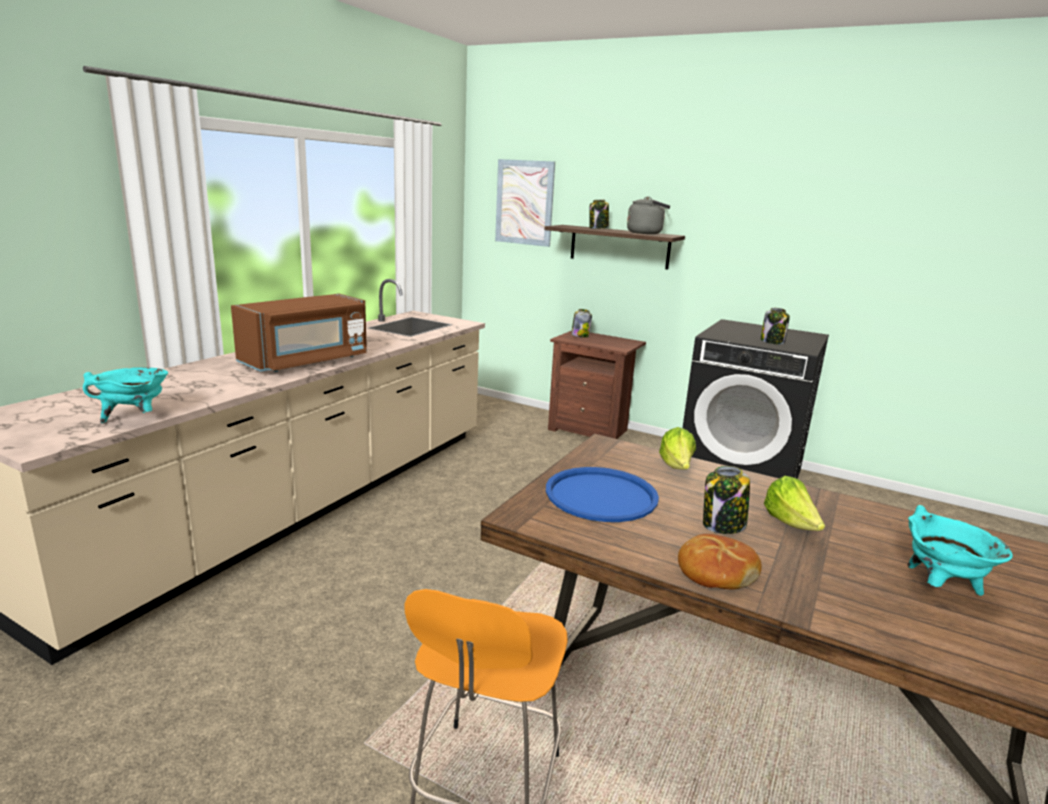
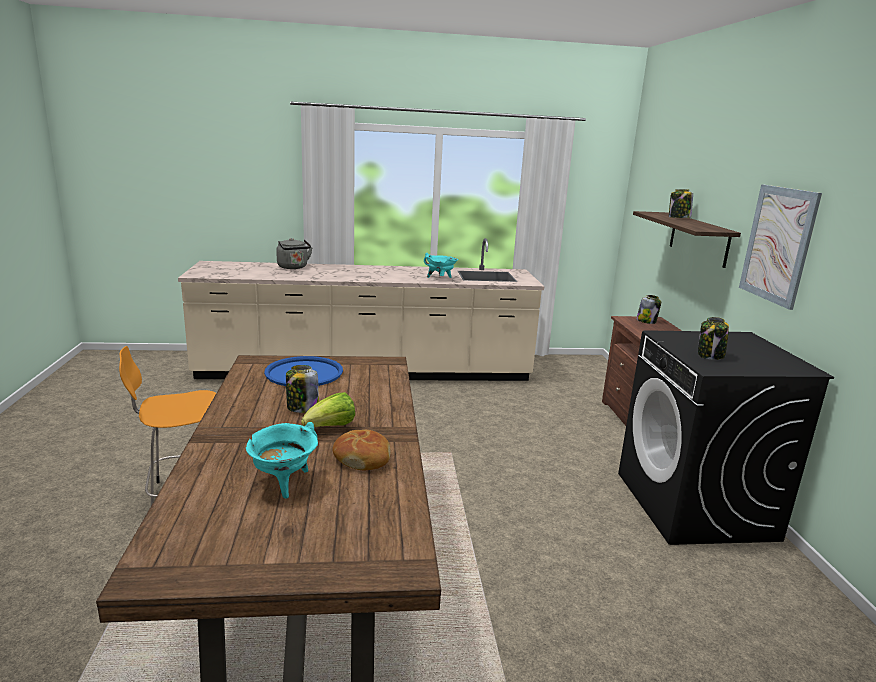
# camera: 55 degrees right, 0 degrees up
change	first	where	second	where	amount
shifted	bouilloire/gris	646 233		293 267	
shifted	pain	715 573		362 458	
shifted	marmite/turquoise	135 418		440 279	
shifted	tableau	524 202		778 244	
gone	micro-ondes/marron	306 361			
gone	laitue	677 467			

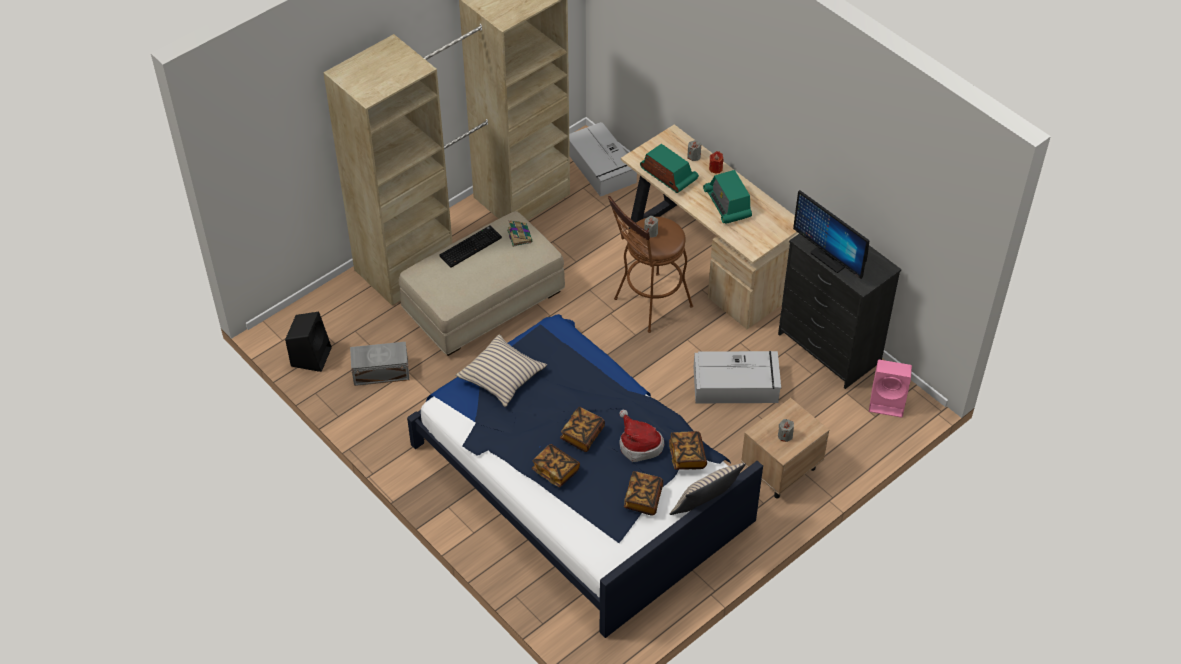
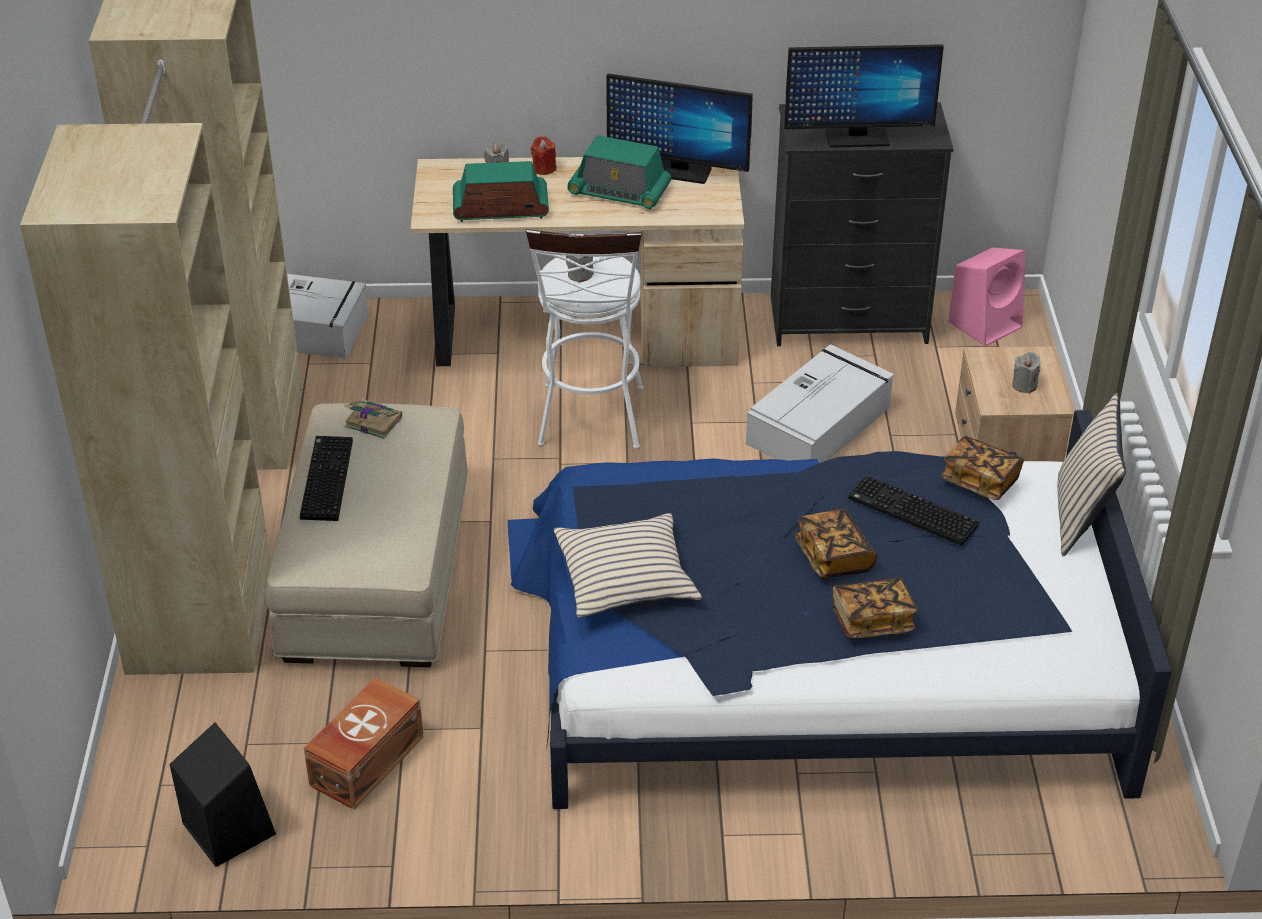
# camera: 50 degrees left, 10 degrees down
change	first	where	second	where	amount
repainted	boîte de rangement/gris	380 371	boîte de rangement/marron	364 761	
repainted	tabouret/marron	648 305	tabouret/blanc	591 423	
new			écran d'ordinateur	679 171	
swapped	chapeau	638 444	clavier	910 513	
gone	livre	643 499			

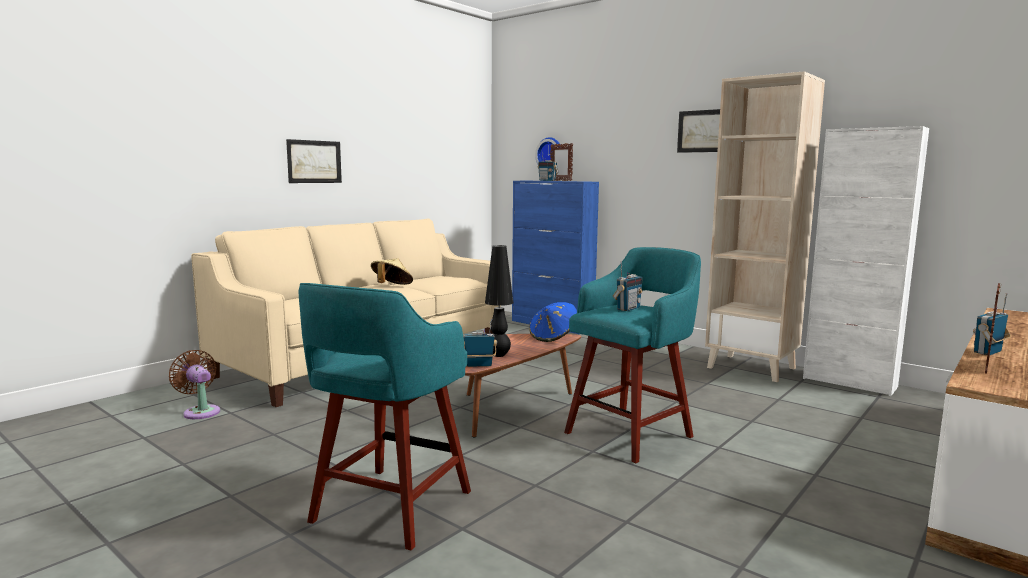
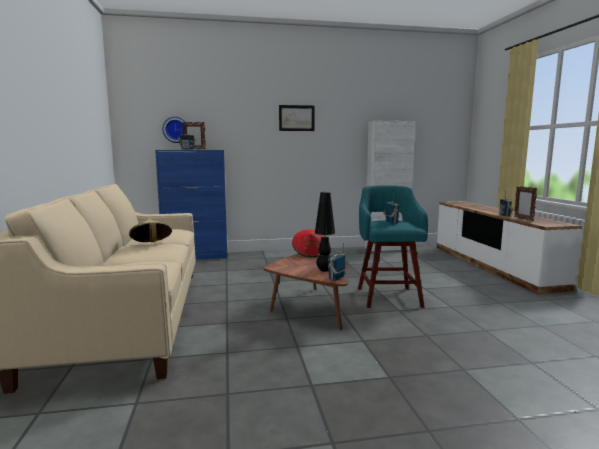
# camera: 50 degrees left, 0 degrees up
change	first	where	second	where	amount
repainted	chapeau/bleu	553 337	chapeau/rouge	309 254	
gone	ventilateur/marron	200 411			
gone	tableau	314 161			
gone	tabouret/turquoise	389 508			
gone	bibliothèque/beige	752 368			

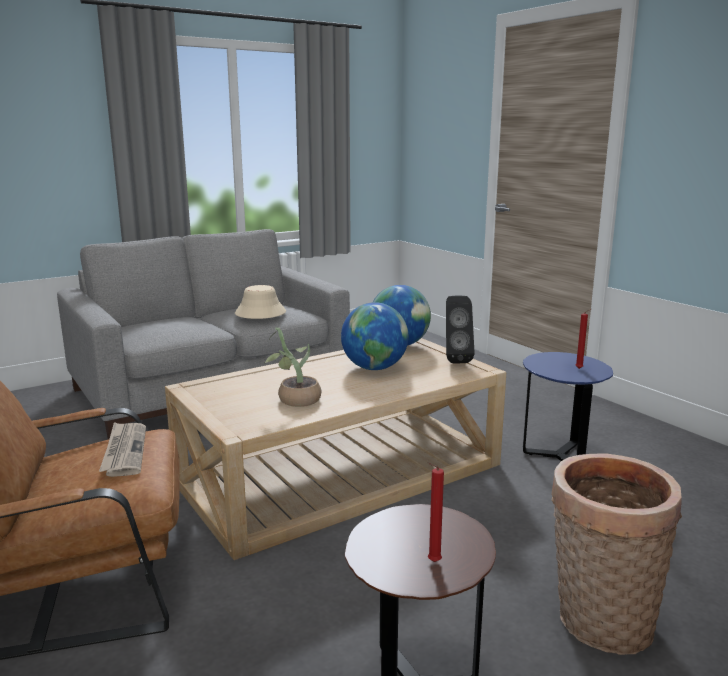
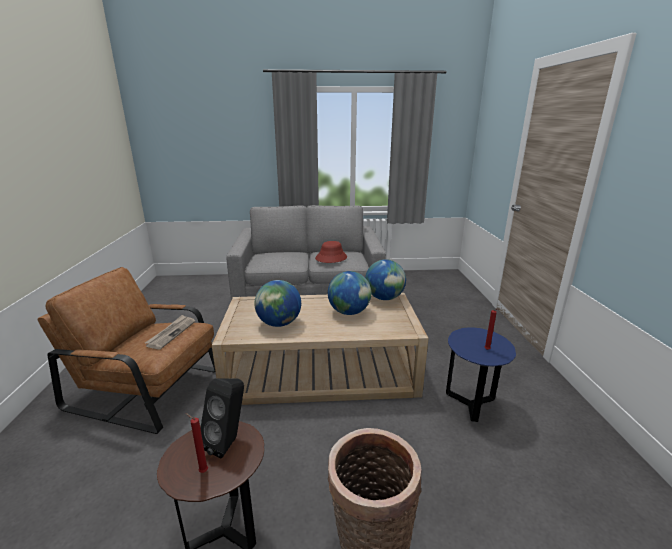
# camera: 30 degrees right, 5 degrees up
change	first	where	second	where	amount
shifted	enceinte/noir	455 359		228 442	
swapped	plante en pot	294 400	globe	279 323	
repainted	chapeau/beige	260 313	chapeau/rouge	331 258	

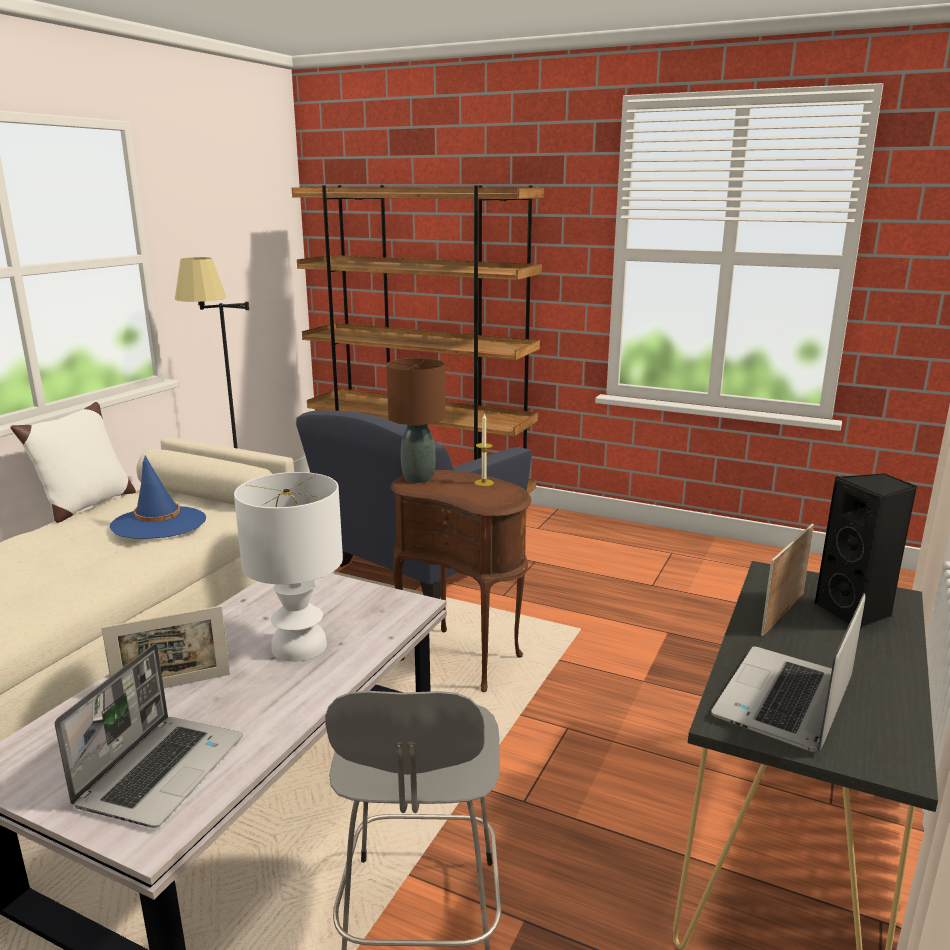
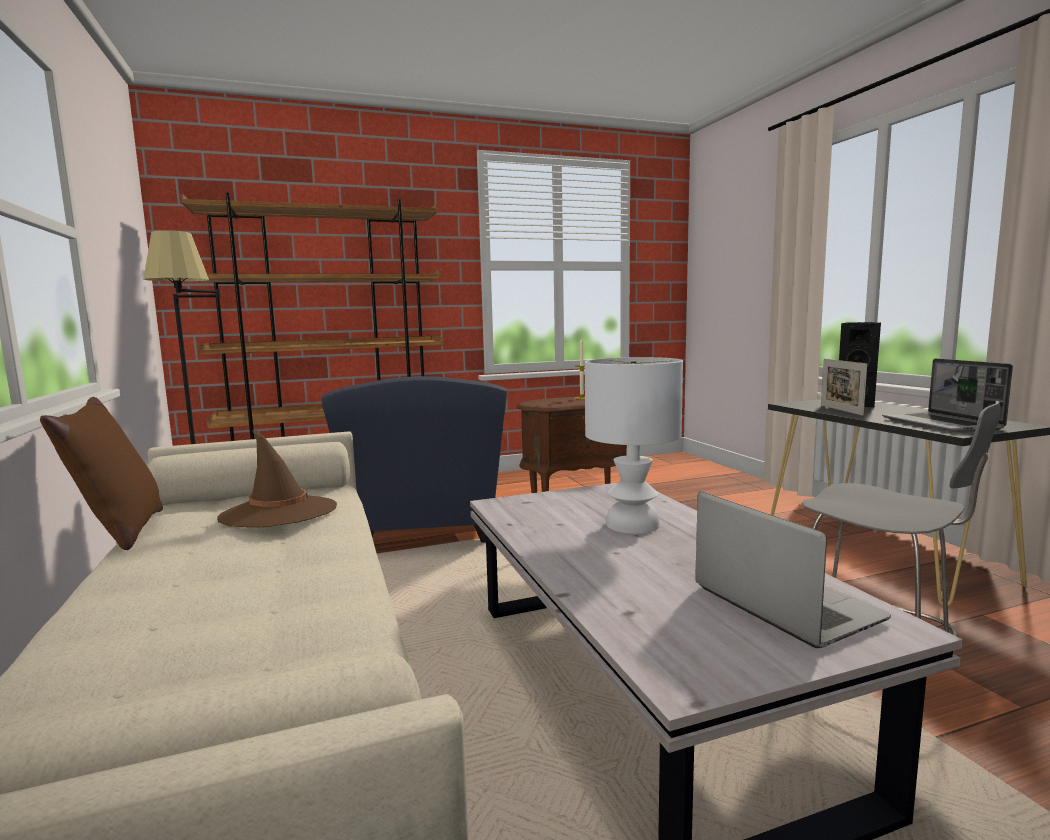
# camera: 45 degrees left, 10 degrees down
change	first	where	second	where	amount
repainted	coussin/blanc	85 505	coussin/marron	121 533	
repainted	chapeau/bleu	159 523	chapeau/marron	279 513	
gone	cadre photo	173 686			
gone	lampe de table/marron	419 478			

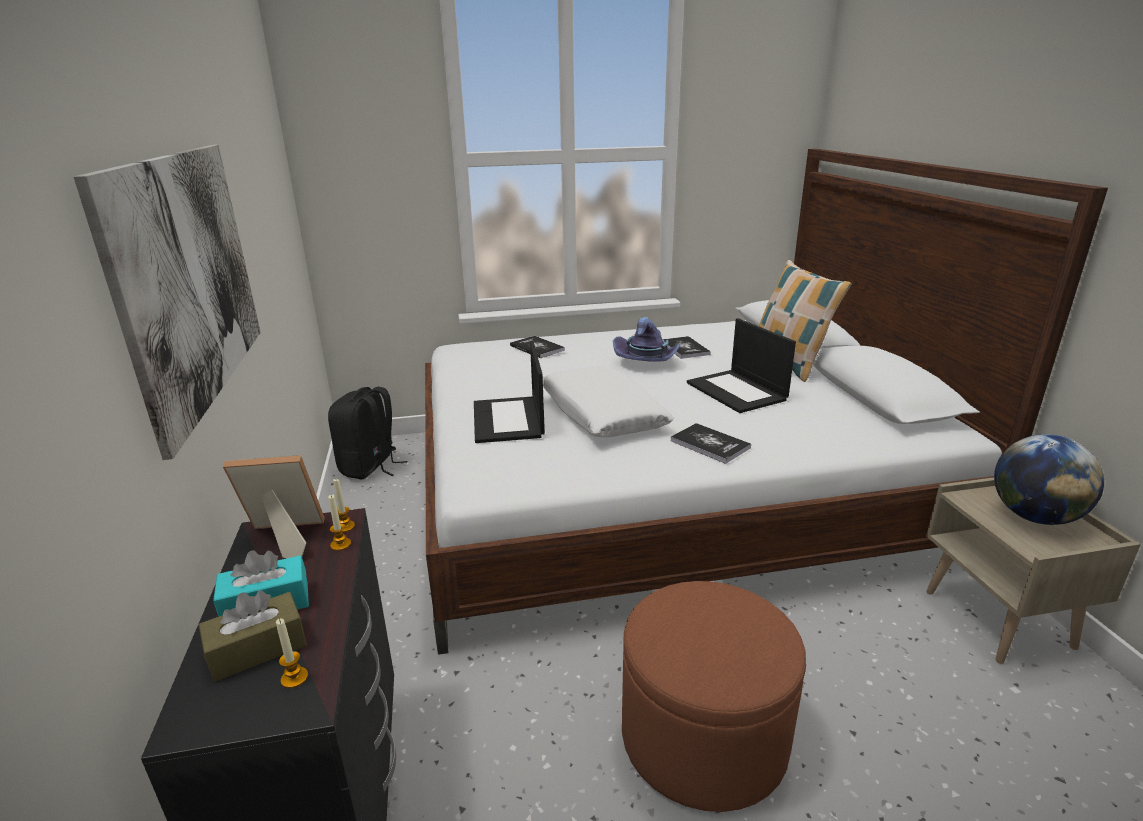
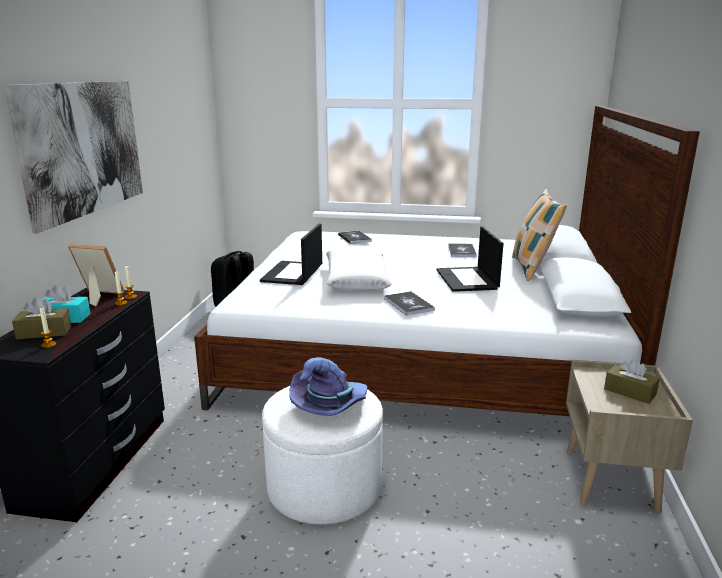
# camera: 20 degrees right, 5 degrees down
change	first	where	second	where	amount
repainted	pouf/marron	703 737	pouf/blanc	324 487	
shifted	chapeau/violet	646 360		330 405	
swapped	globe	1034 517	boîte à mouchoirs/marron	629 392	

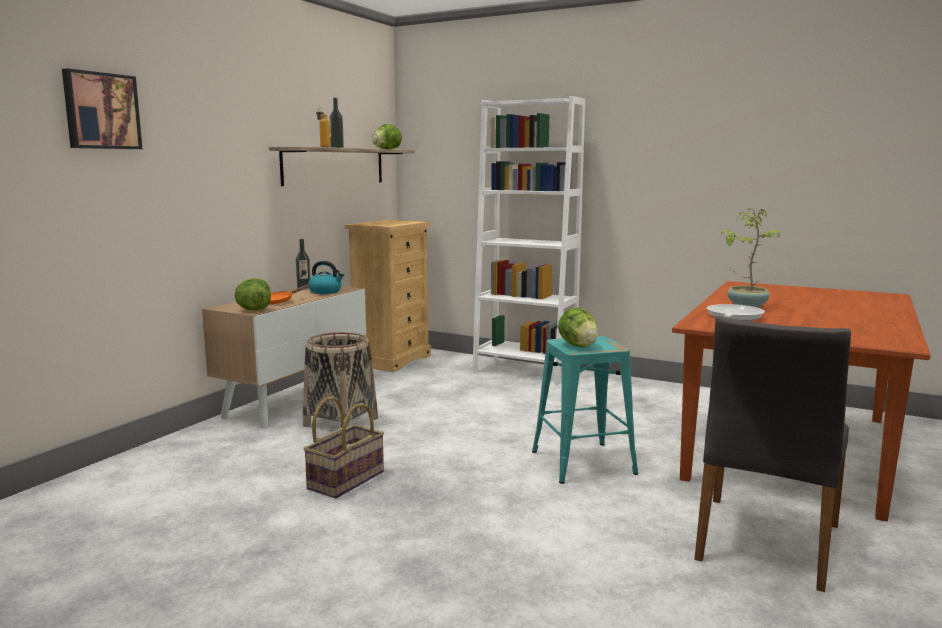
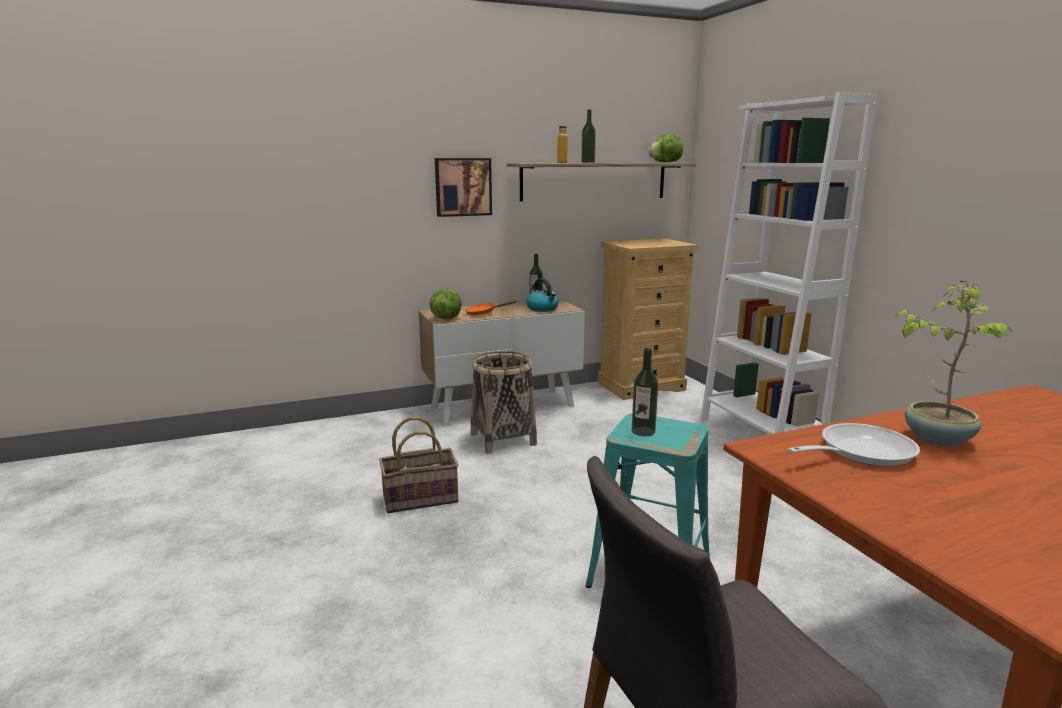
# camera: 40 degrees right, 5 degrees up
change	first	where	second	where	amount
shifted	tableau	101 111		463 187	
swapped	laitue	578 346	bouteille	643 431	

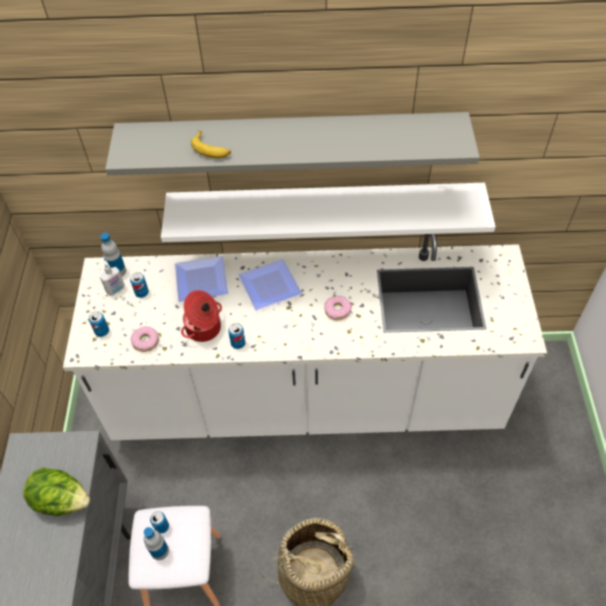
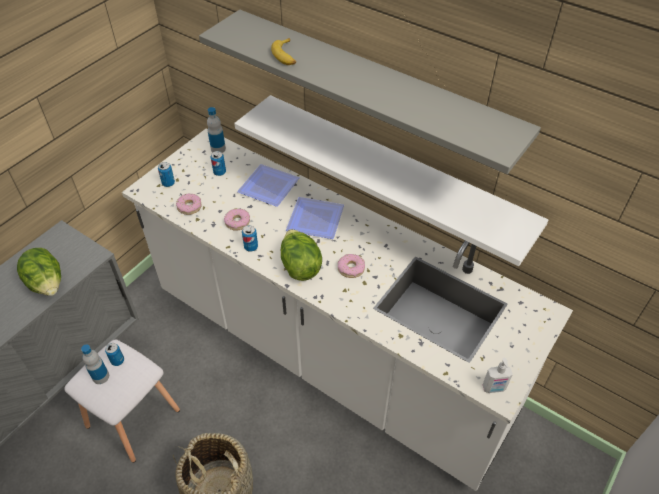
# camera: 35 degrees right, 5 degrees down
change	first	where	second	where	amount
swapped	marmite	204 329	beignet	237 222	
new			laitue	300 266	
shifted	distributeur de savon	116 290		494 388	

